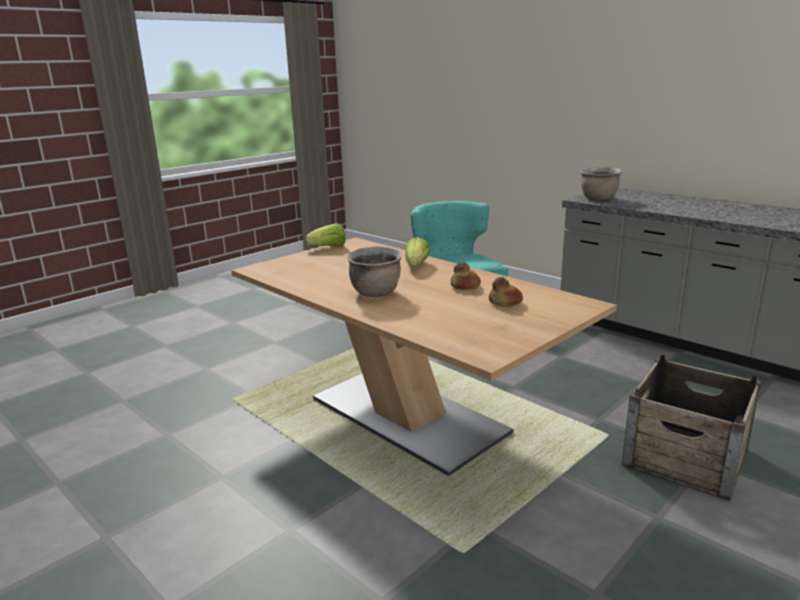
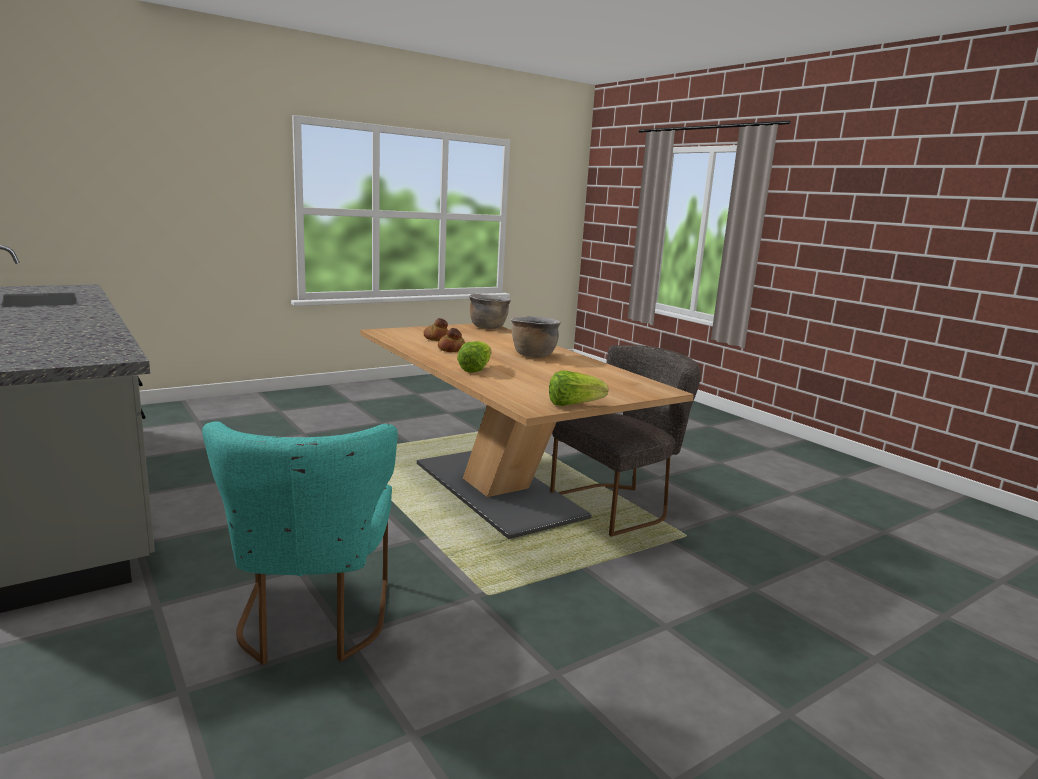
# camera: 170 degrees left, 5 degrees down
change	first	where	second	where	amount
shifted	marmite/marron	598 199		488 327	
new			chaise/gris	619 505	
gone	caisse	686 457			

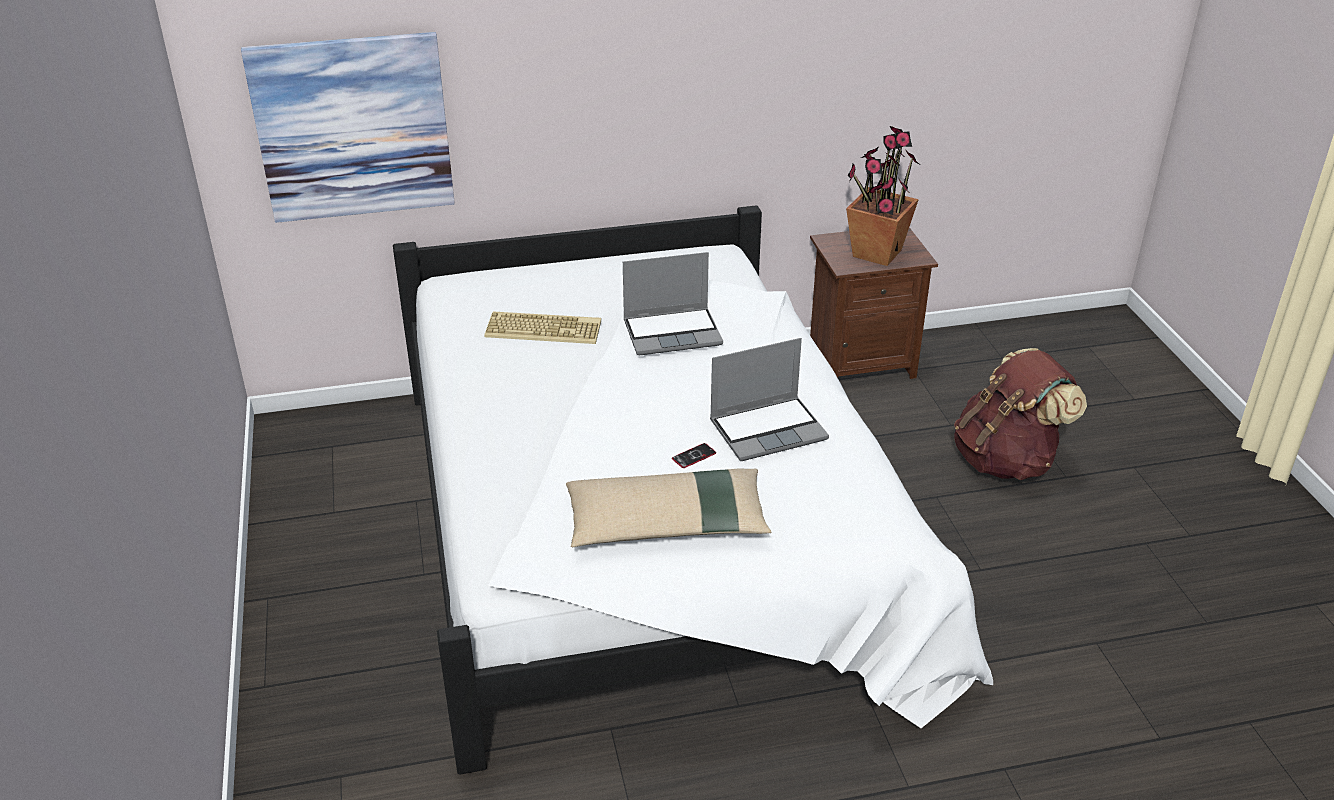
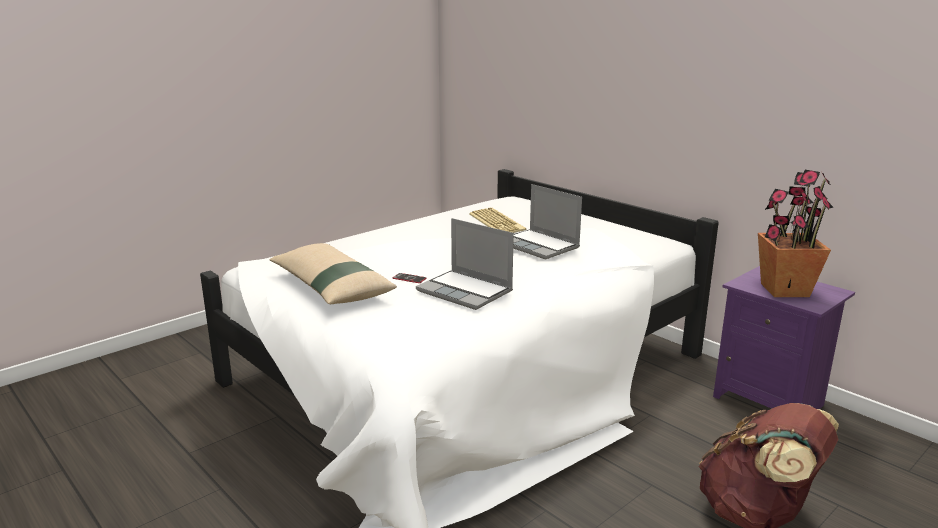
# camera: 60 degrees right, 15 degrees down
change	first	where	second	where	amount
repainted	table de chevet/marron	860 363	table de chevet/violet	769 400	
gone	tableau	353 128			

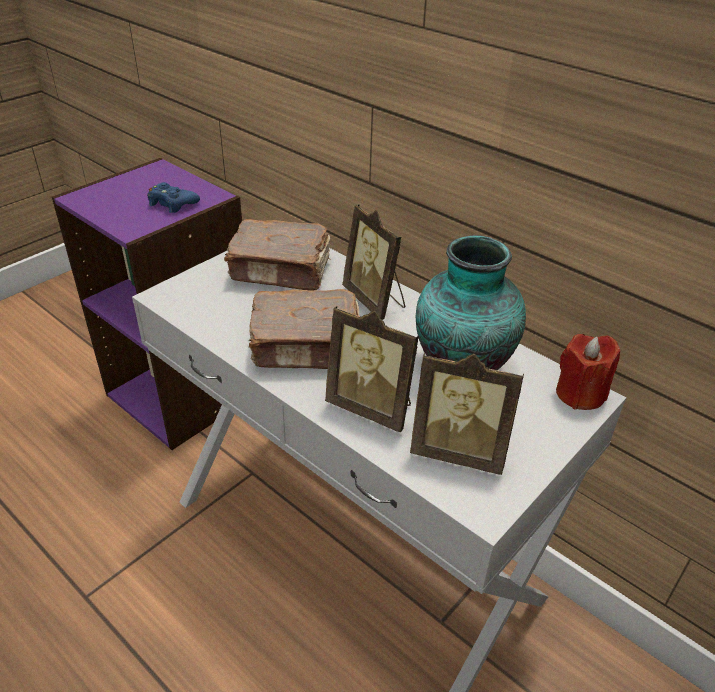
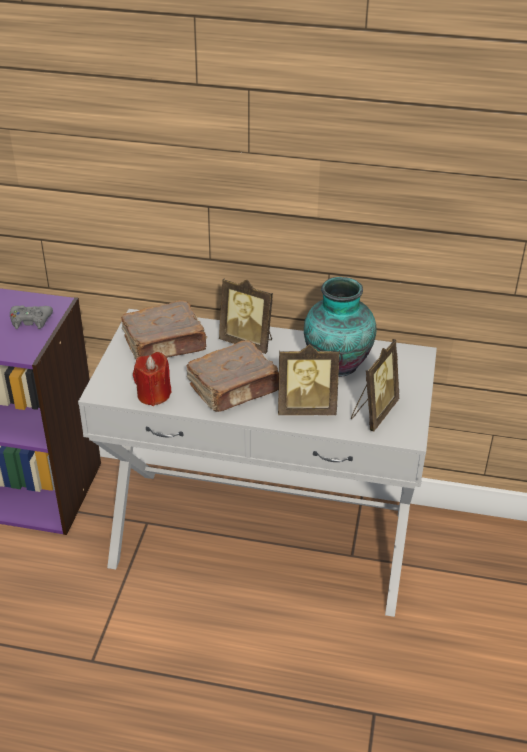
# camera: 30 degrees left, 0 degrees up
change	first	where	second	where	amount
repainted	manette/bleu	172 203	manette/gris	30 321	
shifted	bougie/rouge	580 394		153 395	
rotated	cadre photo	458 451		373 412	45 degrees counterclockwise

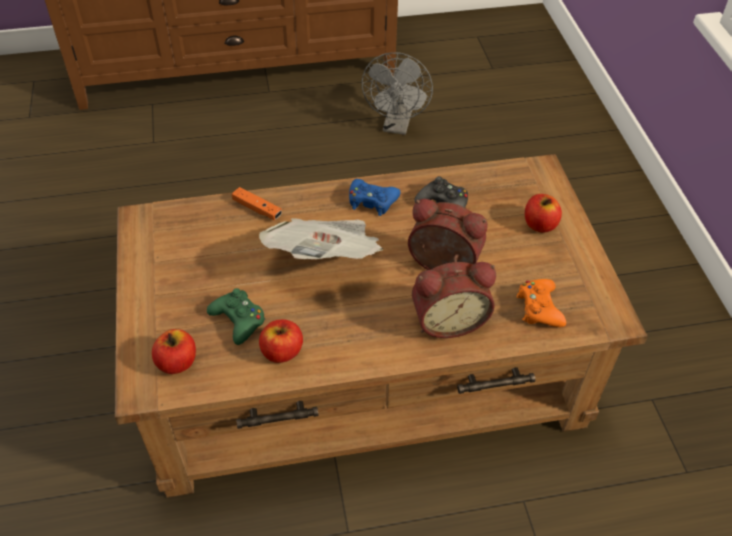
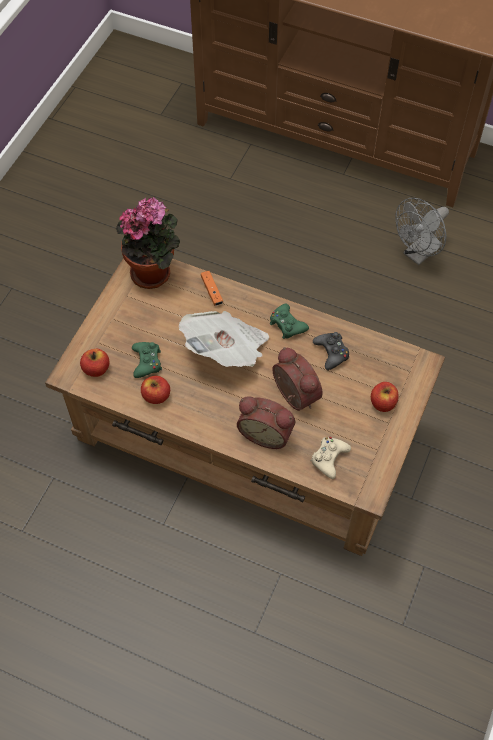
# camera: 35 degrees right, 10 degrees up
change	first	where	second	where	amount
new			plante en pot	154 272	
repainted	manette/bleu	372 201	manette/vert	287 325	
repainted	manette/orange	539 308	manette/beige	329 458	

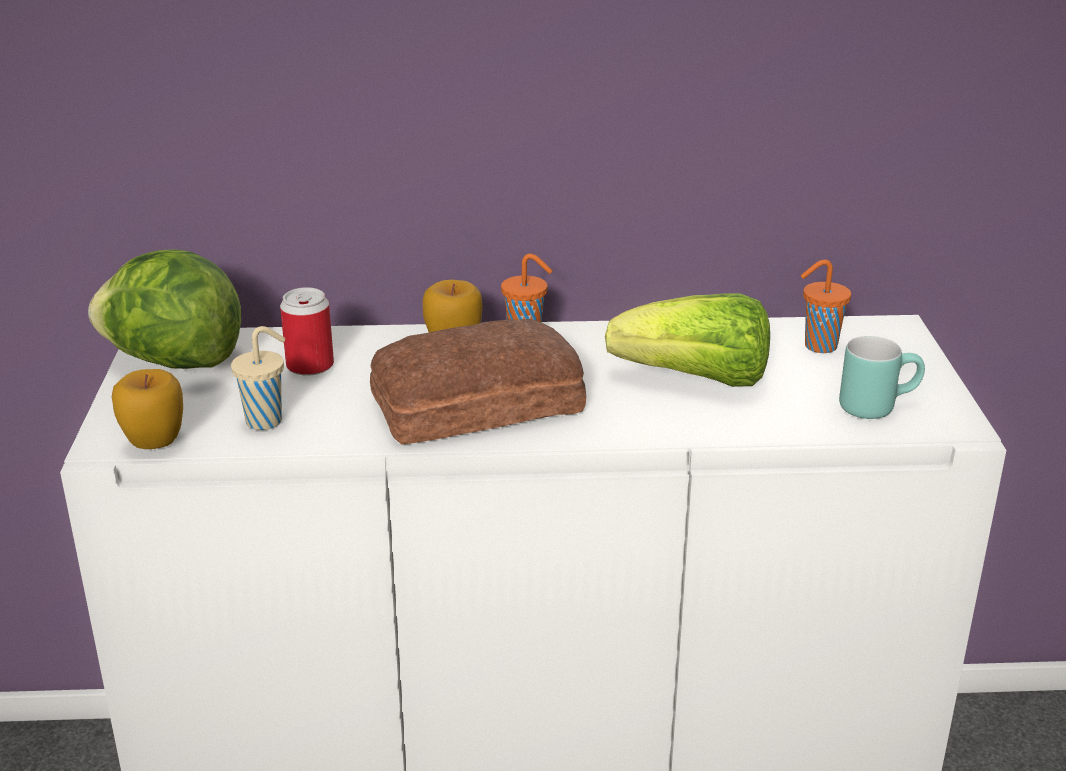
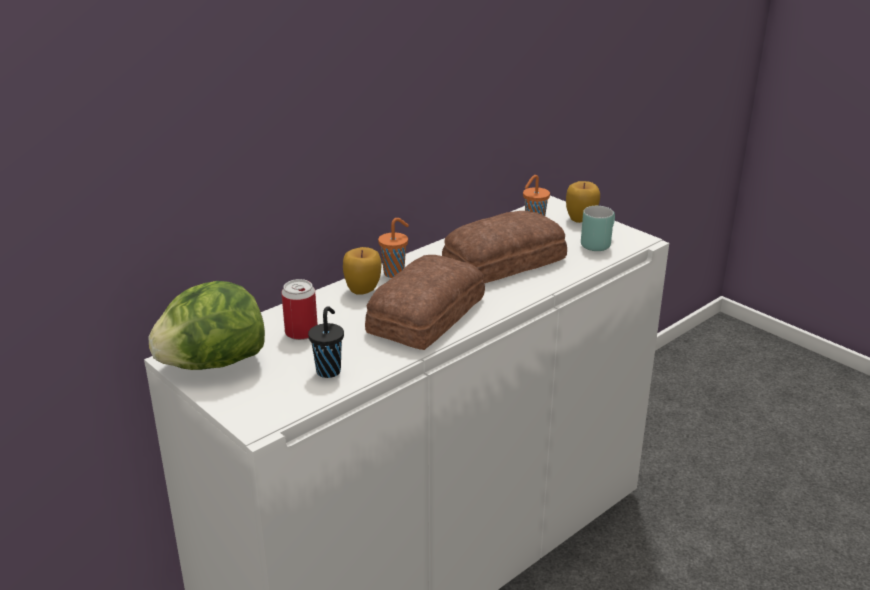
# camera: 40 degrees left, 0 degrees up
change	first	where	second	where	amount
repainted	tasse/beige	266 421	tasse/noir	329 370	
swapped	laitue	696 380	pain	507 261	
shifted	pomme	154 443		581 219	

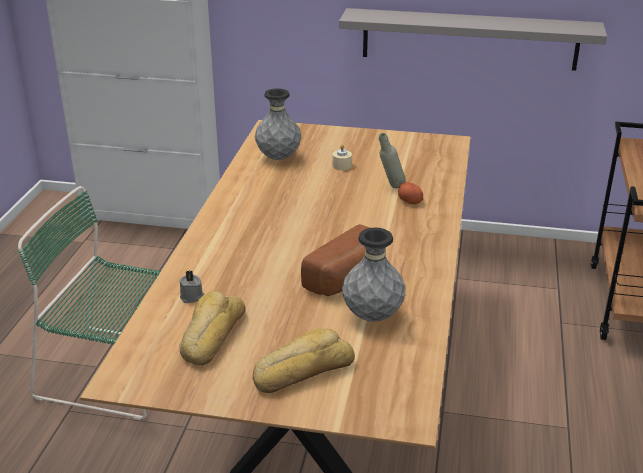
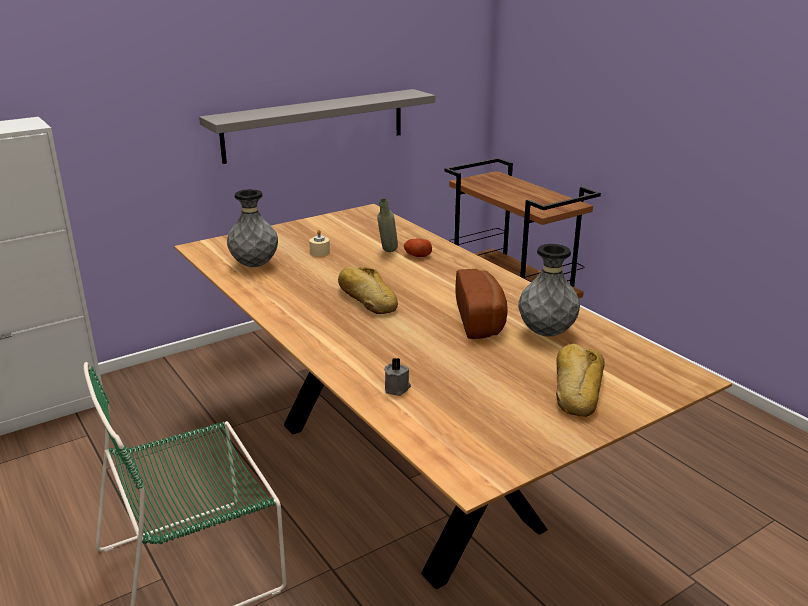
# camera: 45 degrees left, 5 degrees down
change	first	where	second	where	amount
shifted	pain	210 335		366 298	

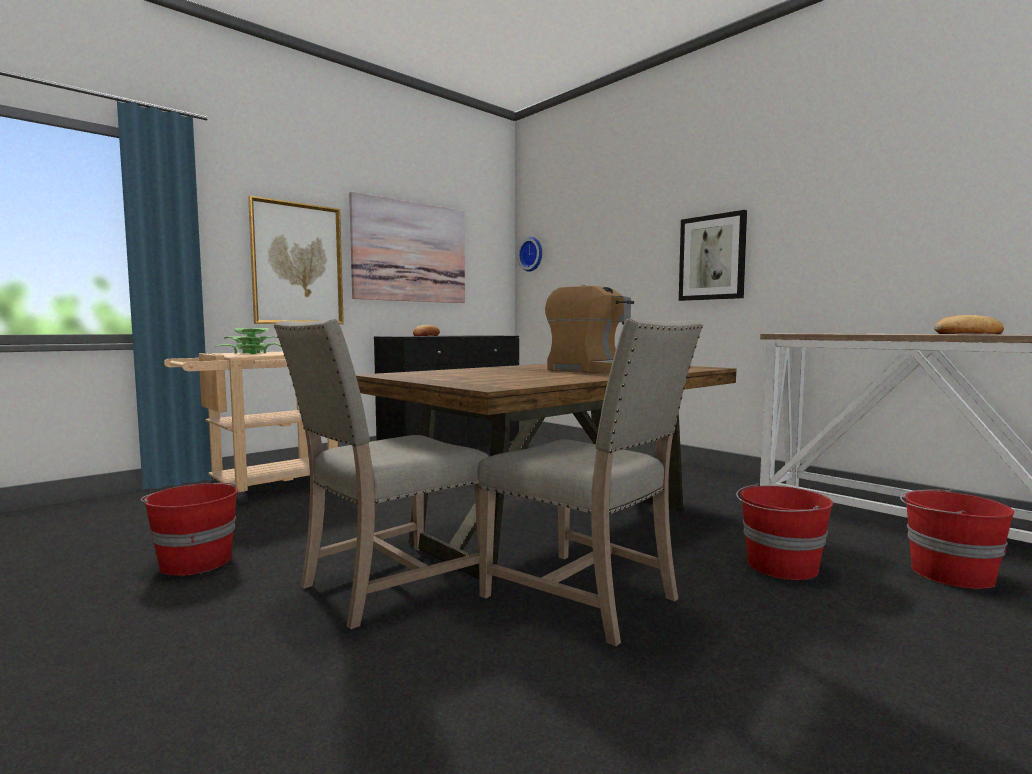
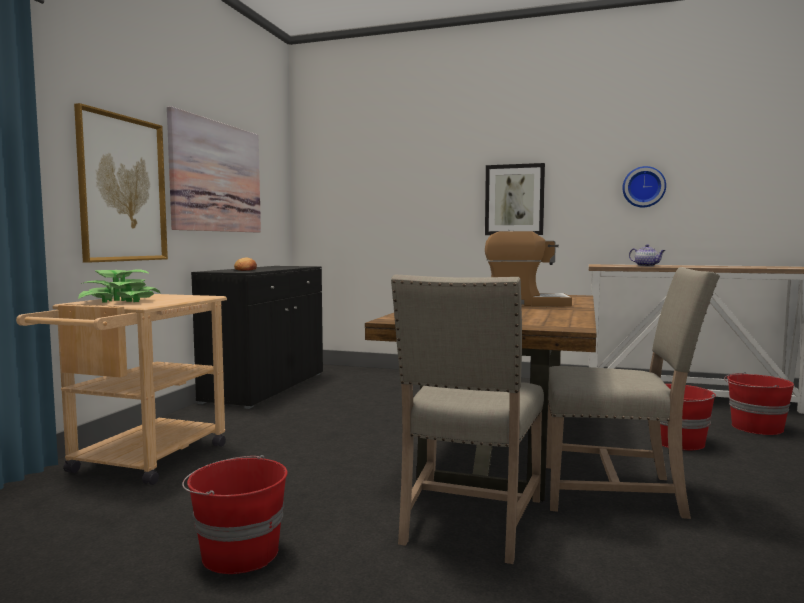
# camera: 30 degrees left, 0 degrees up
change	first	where	second	where	amount
shifted	horloge murale	532 254		643 187	
new			théière	646 266	
gone	pain	968 334			

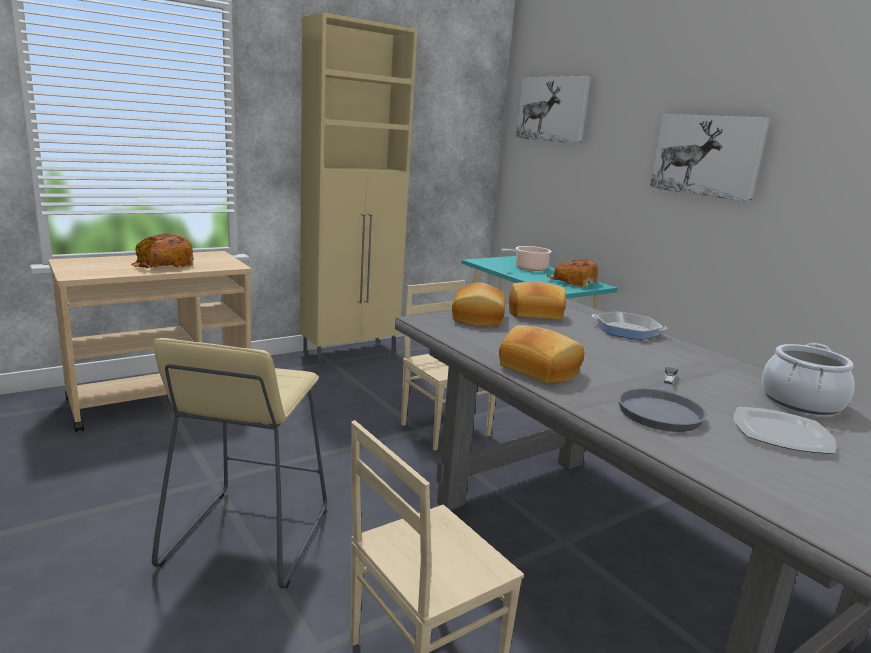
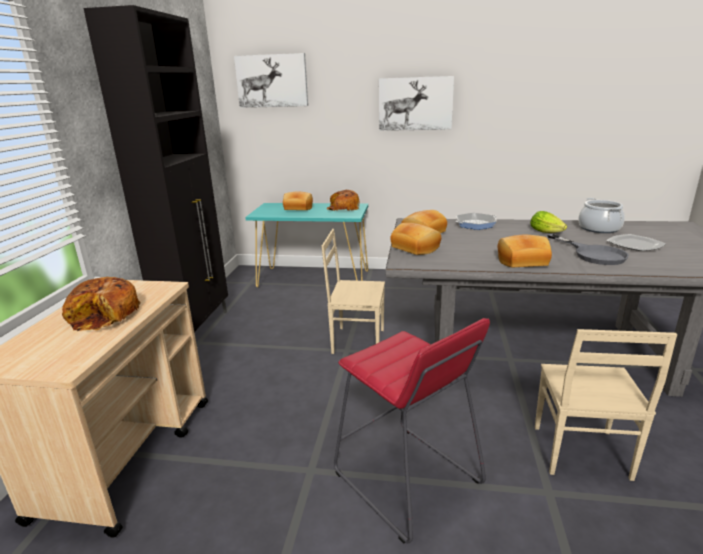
# camera: 45 degrees left, 5 degrees up
change	first	where	second	where	amount
repainted	meuble de rangement/beige	351 353	meuble de rangement/noir	197 328	
swapped	marmite	529 268	pain	298 208	
repainted	tabouret/beige	247 537	tabouret/rouge	406 479	
new			laitue	547 232	

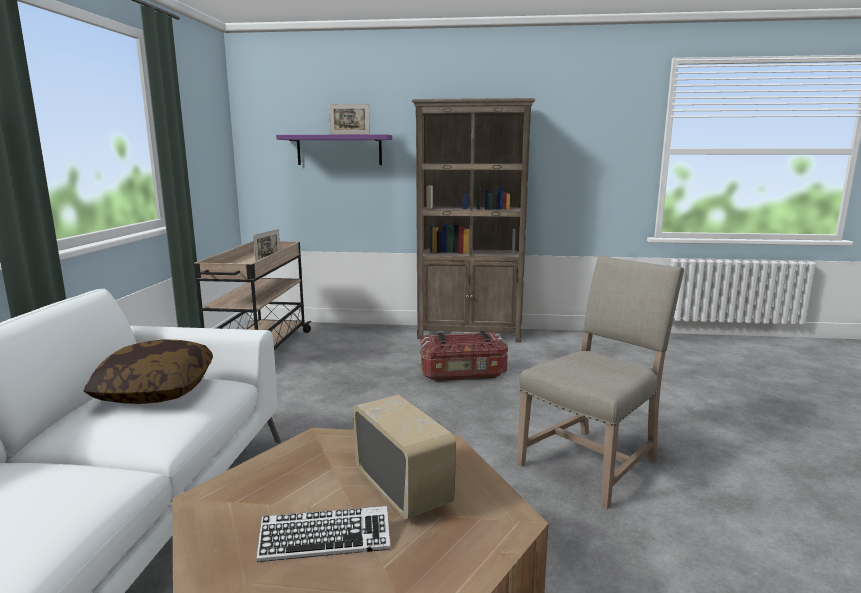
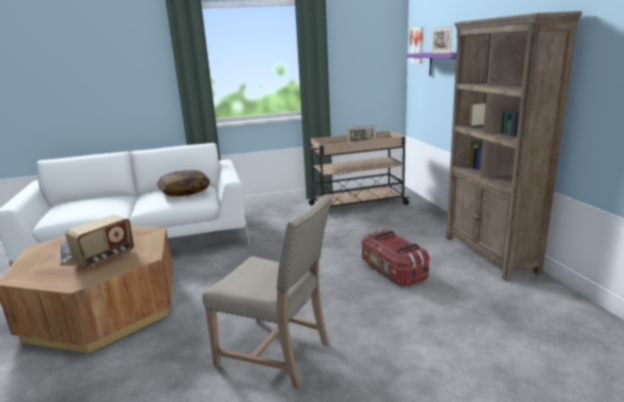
# camera: 70 degrees right, 5 degrees up
change	first	where	second	where	amount
new			tableau	417 45	

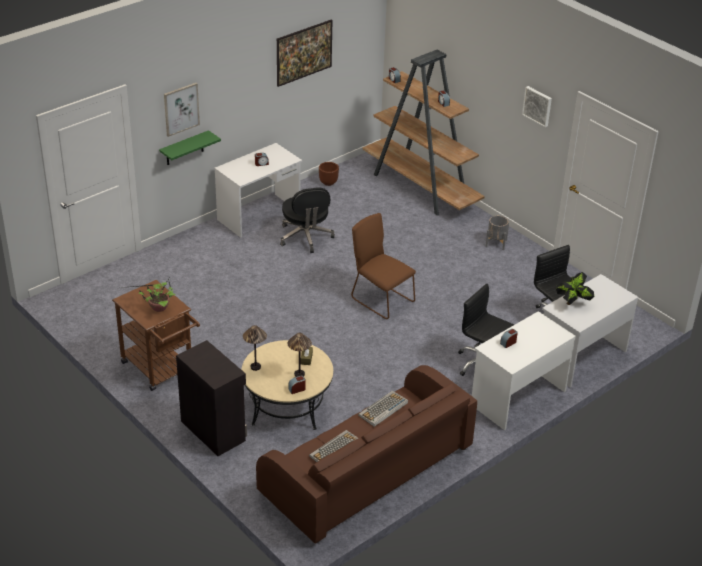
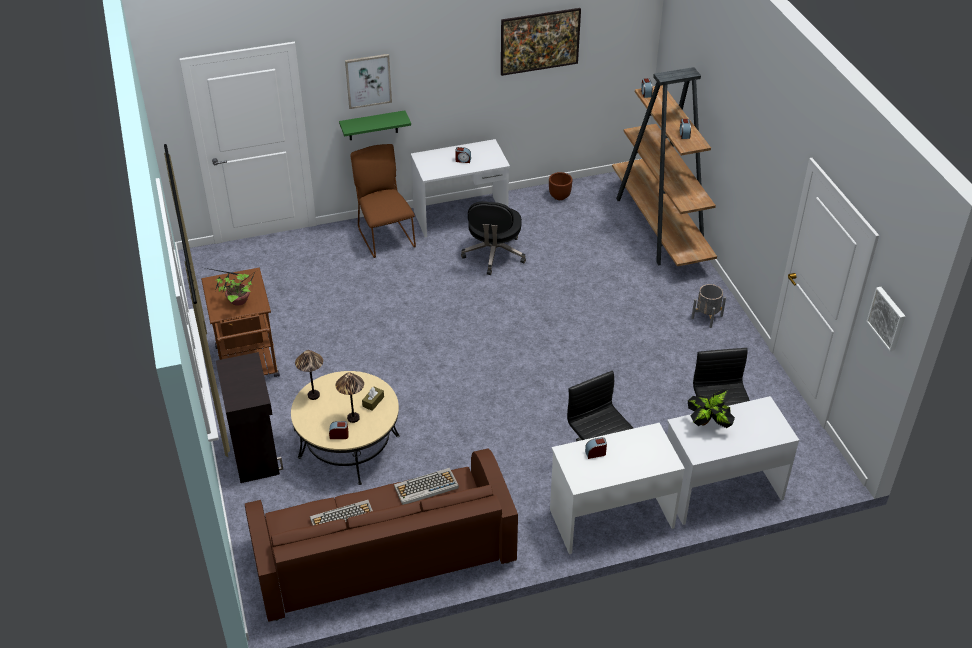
# camera: 25 degrees right, 5 degrees up
change	first	where	second	where	amount
shifted	chaise/marron	380 299		385 236	
shifted	tableau	538 106		888 318	

